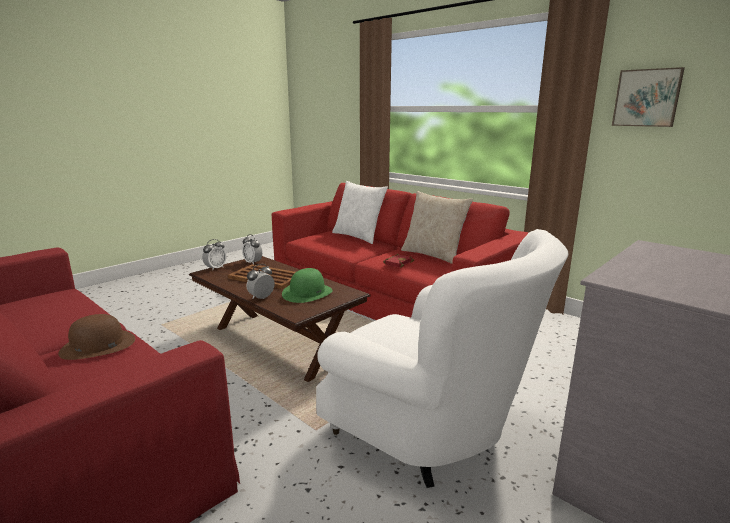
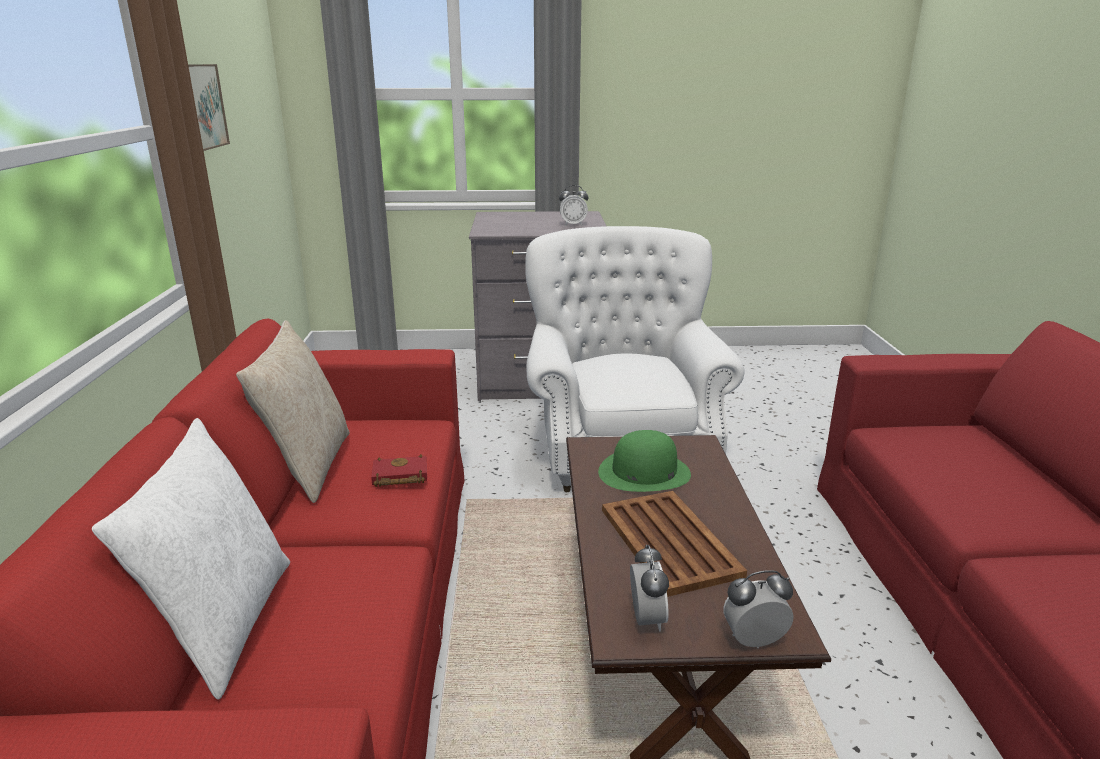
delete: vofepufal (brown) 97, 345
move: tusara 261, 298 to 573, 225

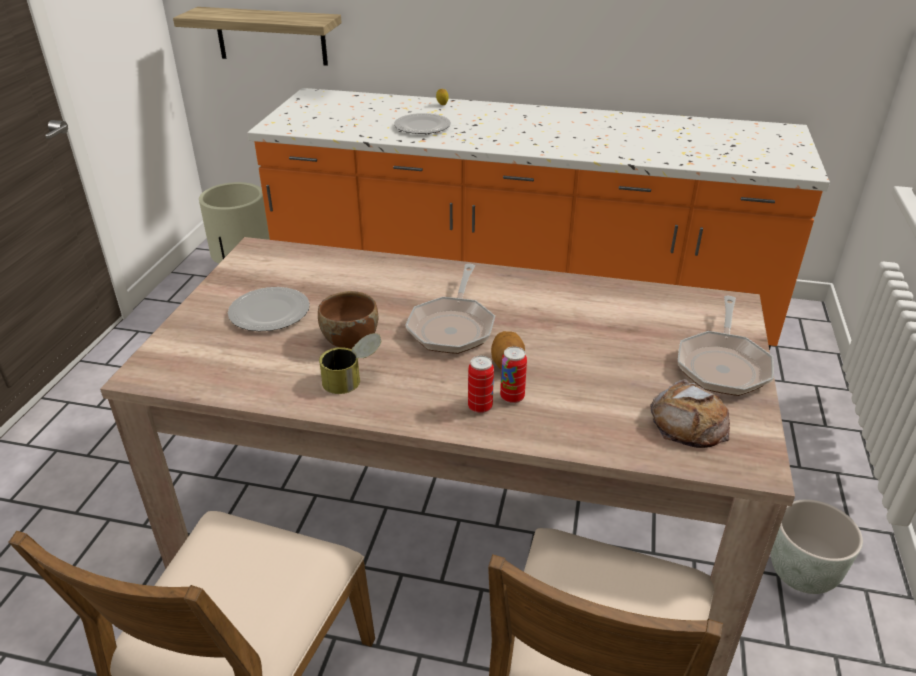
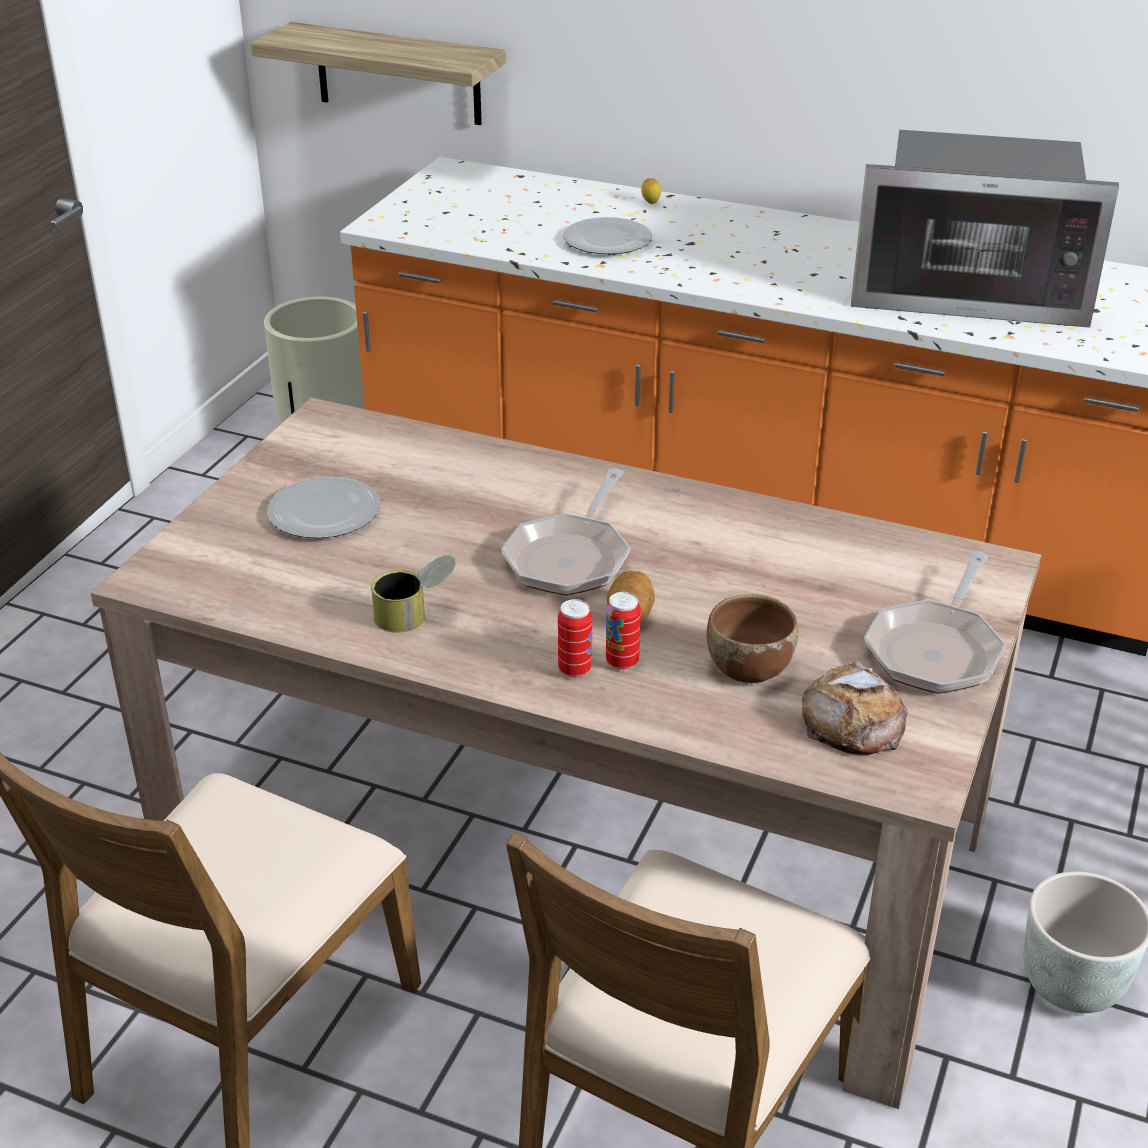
insert: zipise 969, 291
move: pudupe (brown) 350, 339 to 748, 667

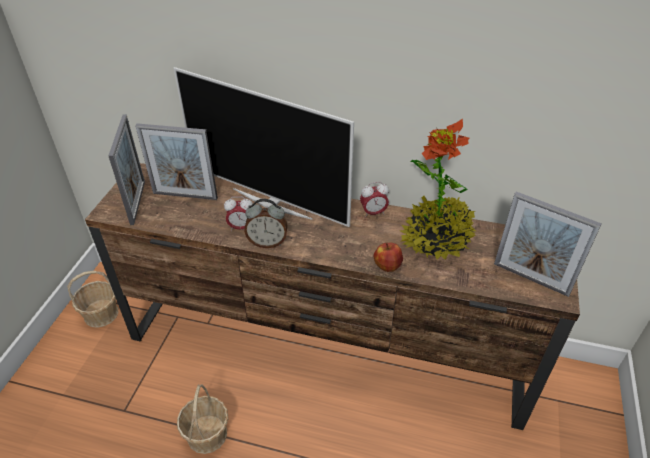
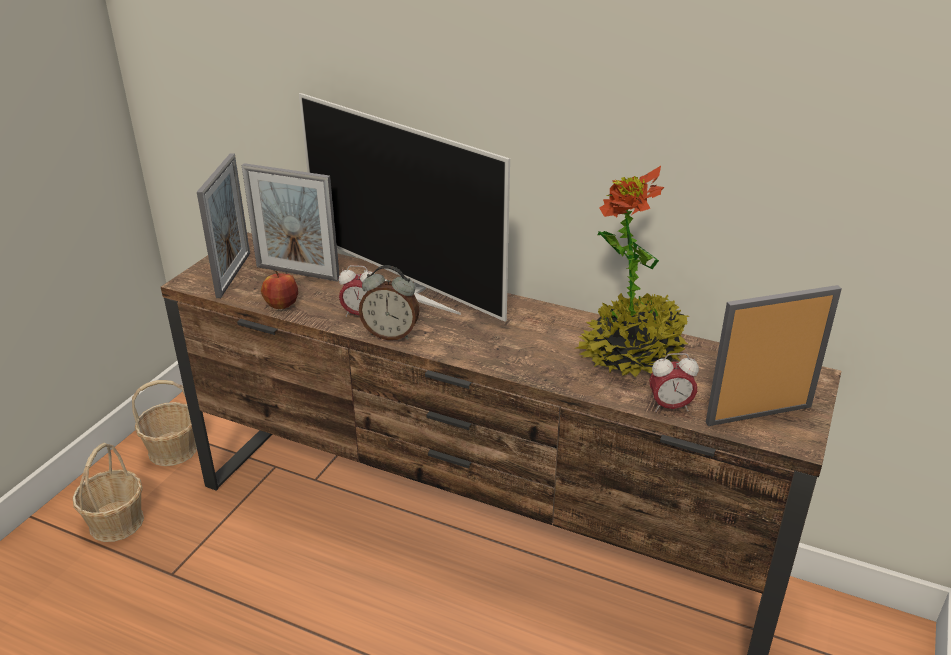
move: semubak 207, 434 to 117, 522; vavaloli 387, 266 to 281, 305; tusara 373, 213 to 669, 407
rotate: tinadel 530, 279 = 758, 414 120 degrees clockwise

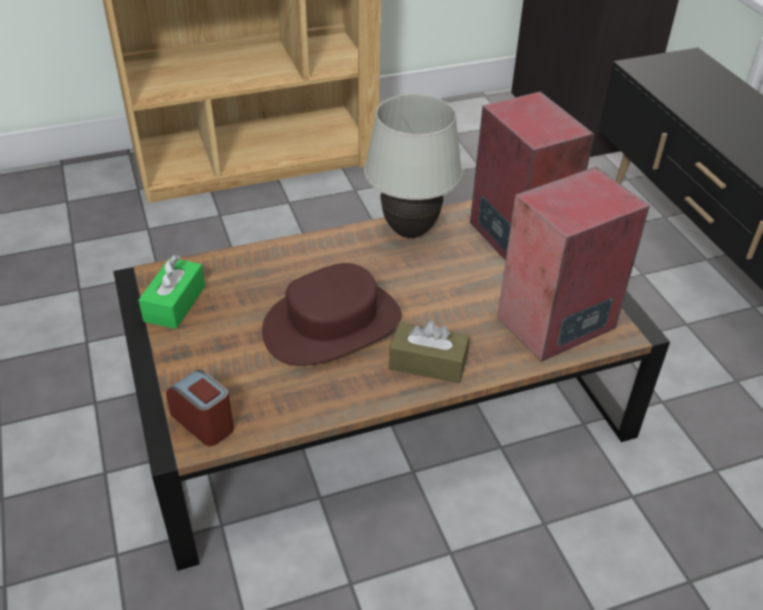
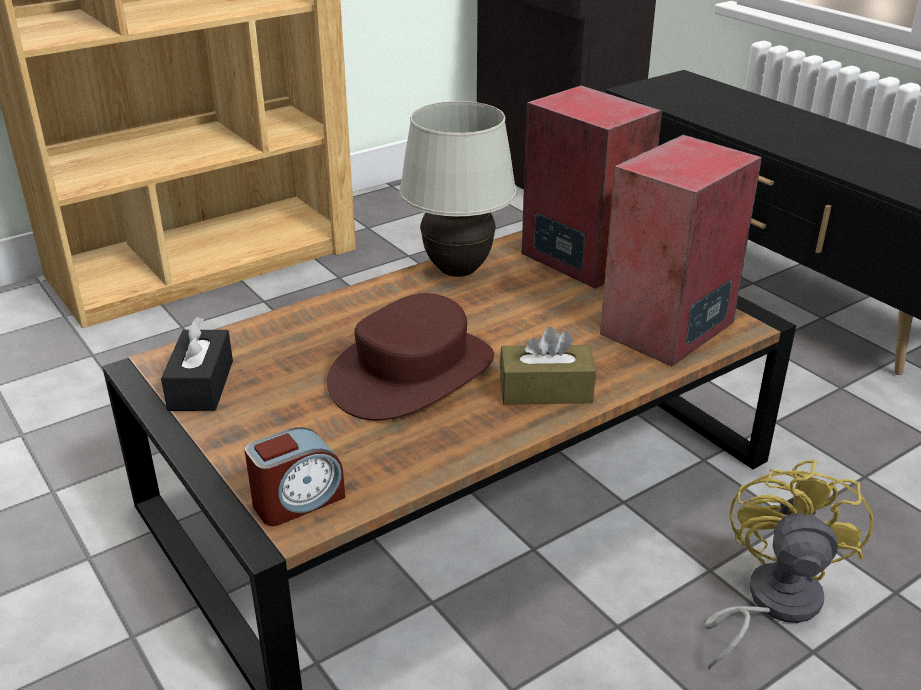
insert: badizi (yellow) 771, 603
recolor: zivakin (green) 175, 303 to zivakin (black) 201, 385
rotate: tusara 204, 422 = 297, 501 120 degrees clockwise

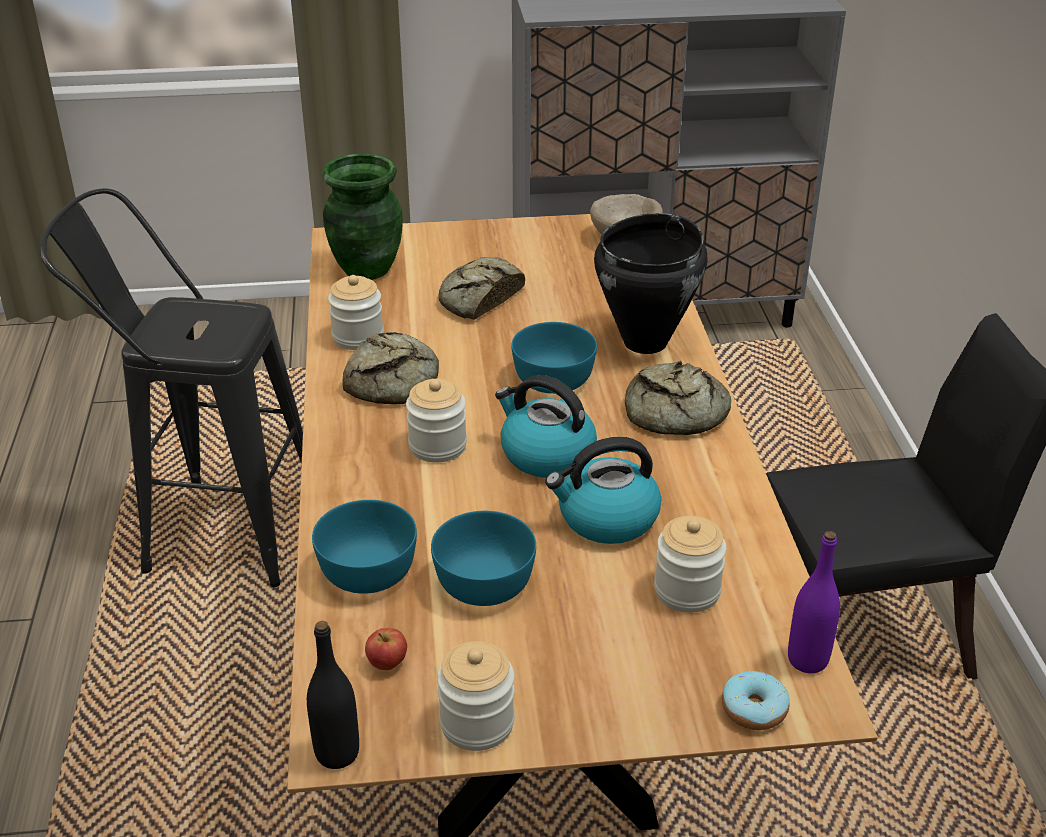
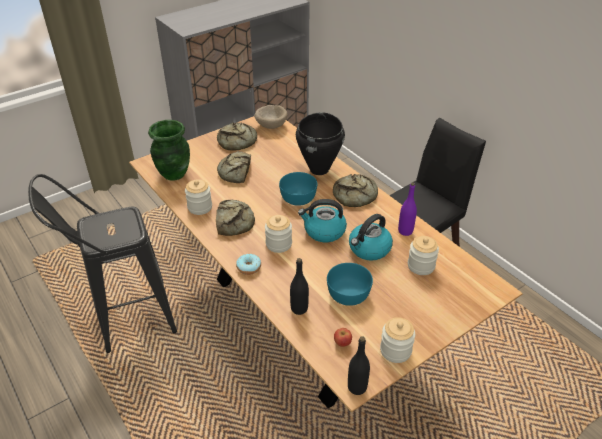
insert: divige 237, 142
move: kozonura 754, 709 to 249, 267; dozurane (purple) 807, 660 to 405, 231
replace: pudupe (turquoise) 366, 570 to dozurane (black) 299, 308

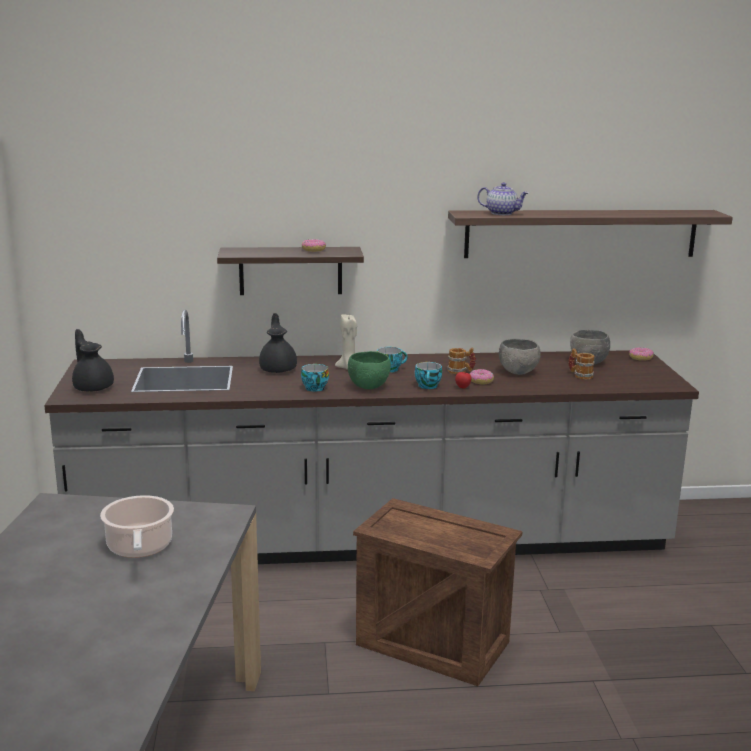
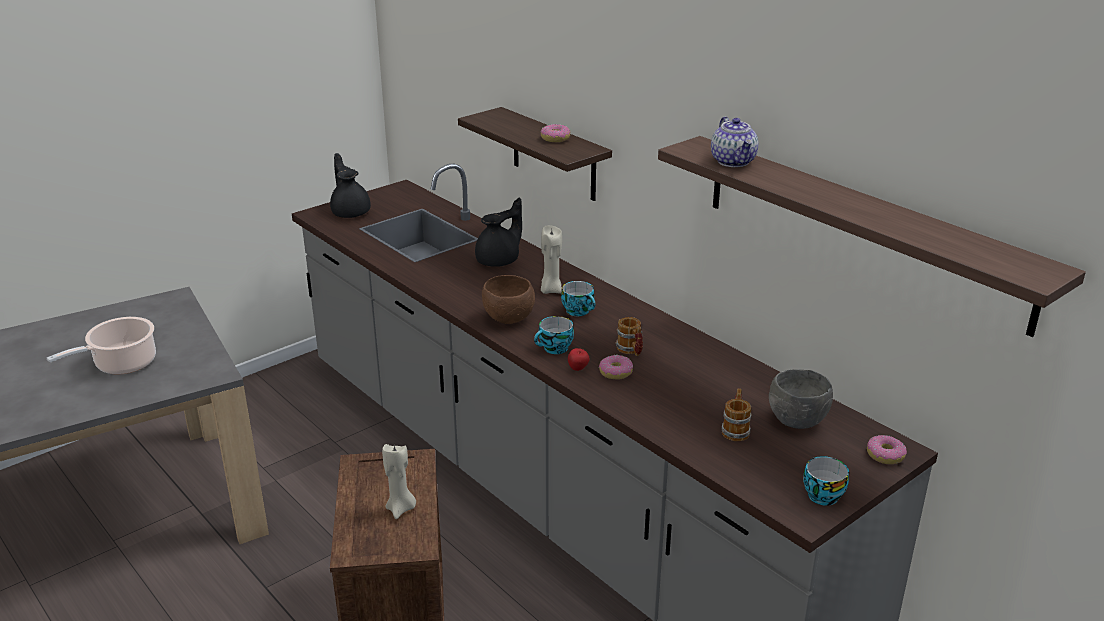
delete: pudupe (grey) 518, 372
insert: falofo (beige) 401, 509
move: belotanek 313, 388 to 821, 494
recolor: pudupe (green) 369, 387 to pudupe (brown) 509, 319
rotate: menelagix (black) 93, 387 = 351, 212 45 degrees counterclockwise

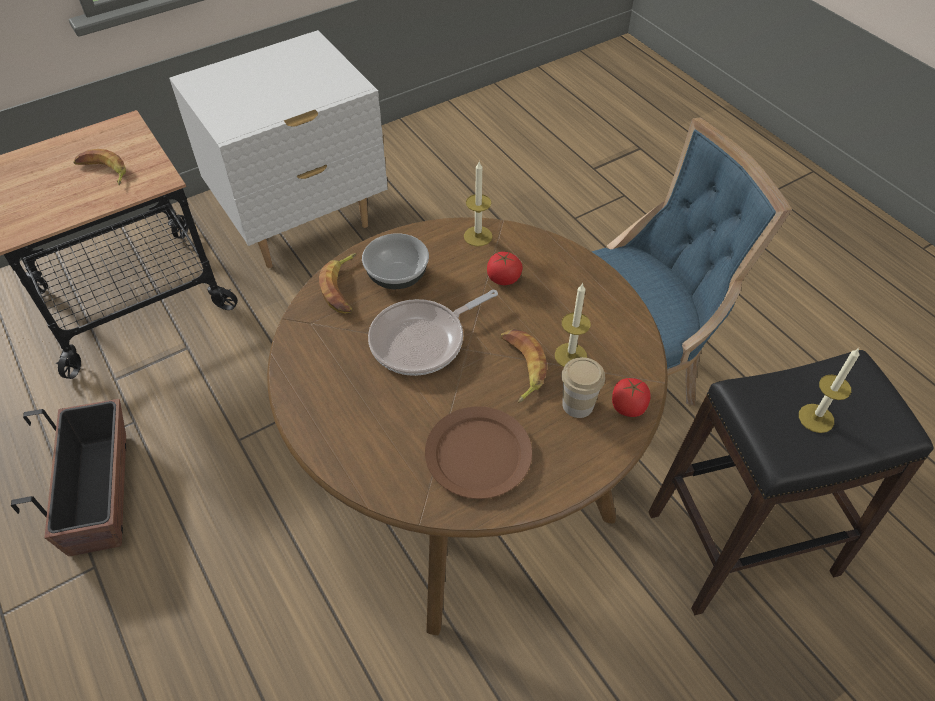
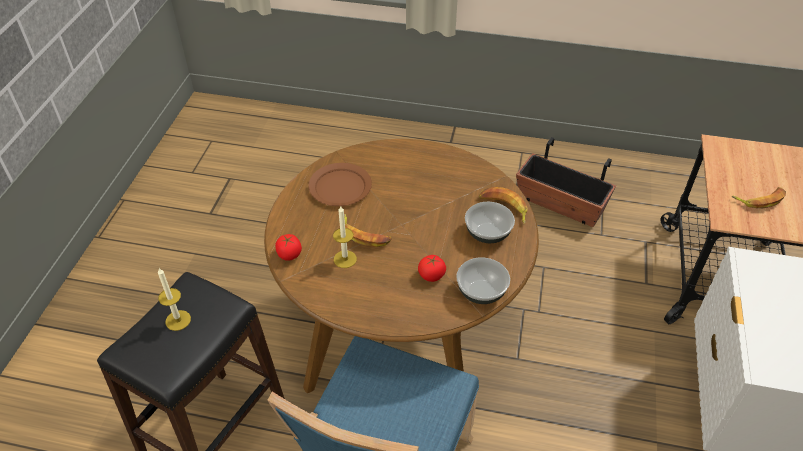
delete: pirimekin 423, 340; belotanek 577, 405
replace: falofo 478, 236 to pudupe 481, 291

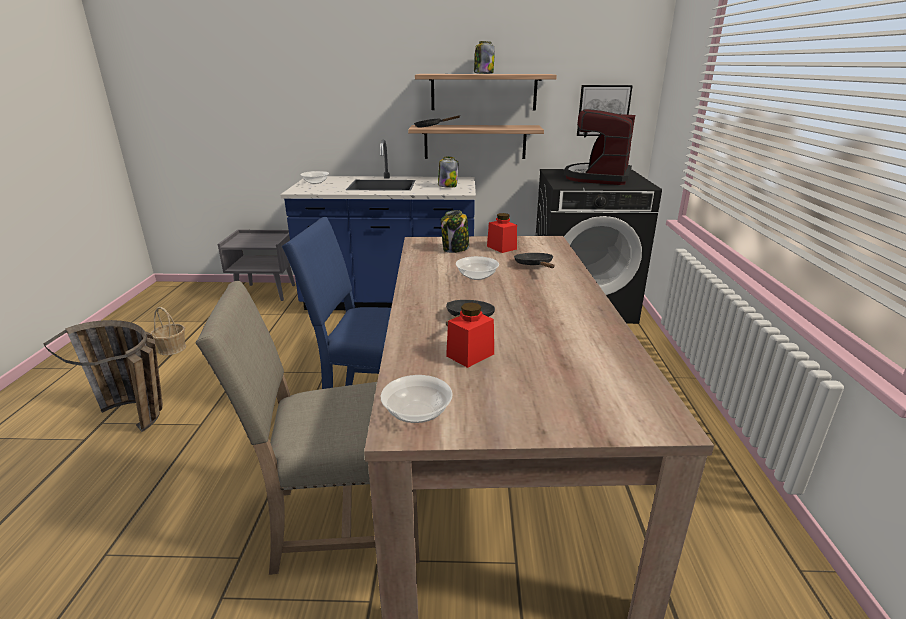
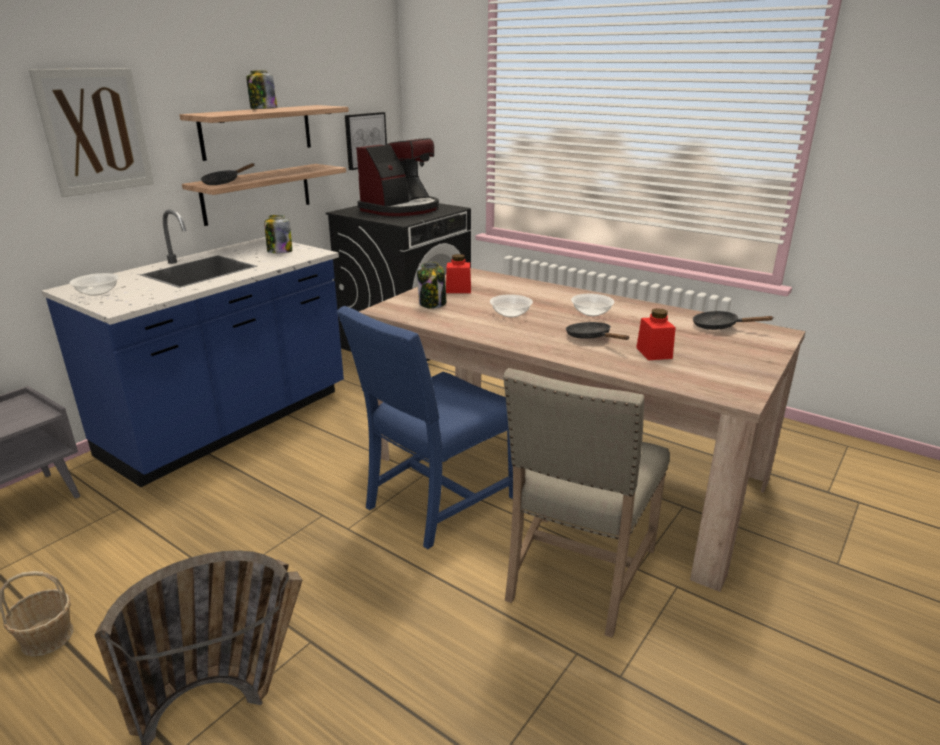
insert: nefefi 95, 131
move: pudupe 417, 412 to 591, 313; pirimekin (black) 535, 265 to 719, 327
rotate: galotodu 598, 177 = 401, 209 105 degrees counterclockwise

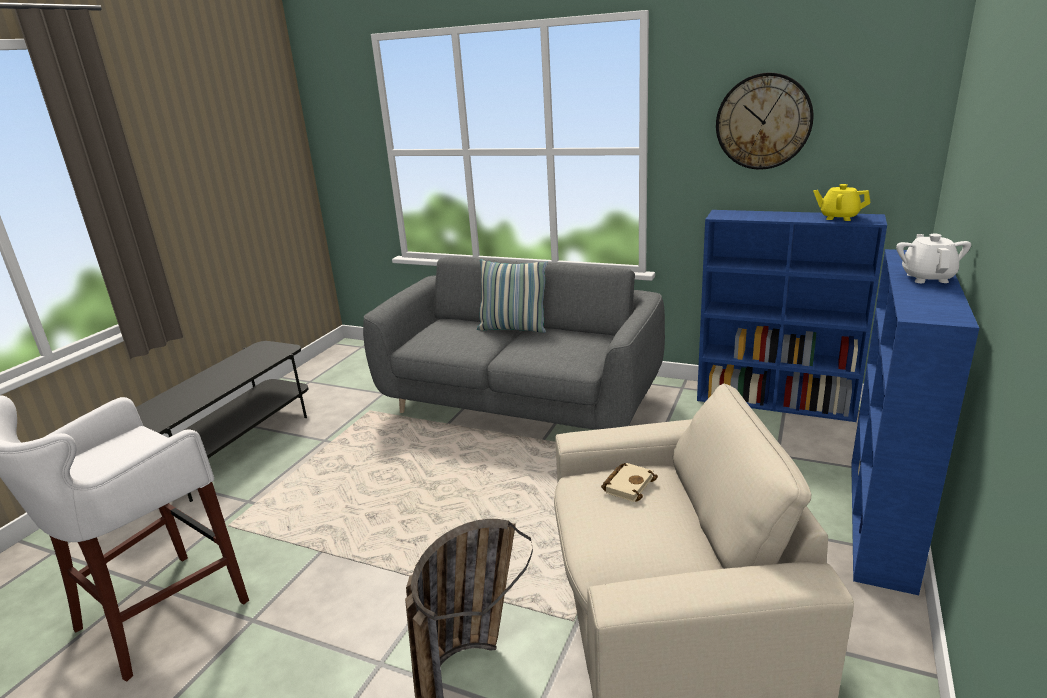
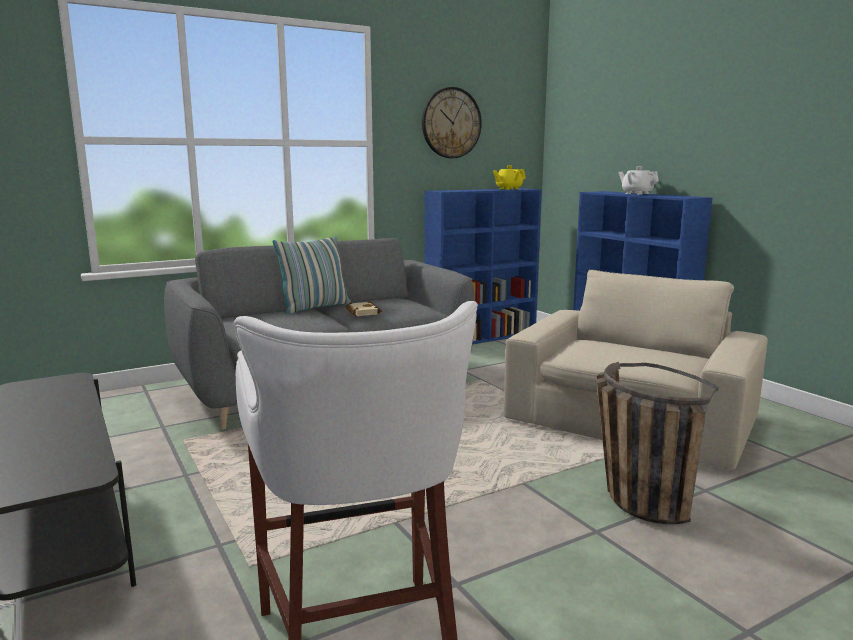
move: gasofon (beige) 628, 484 to 361, 312

